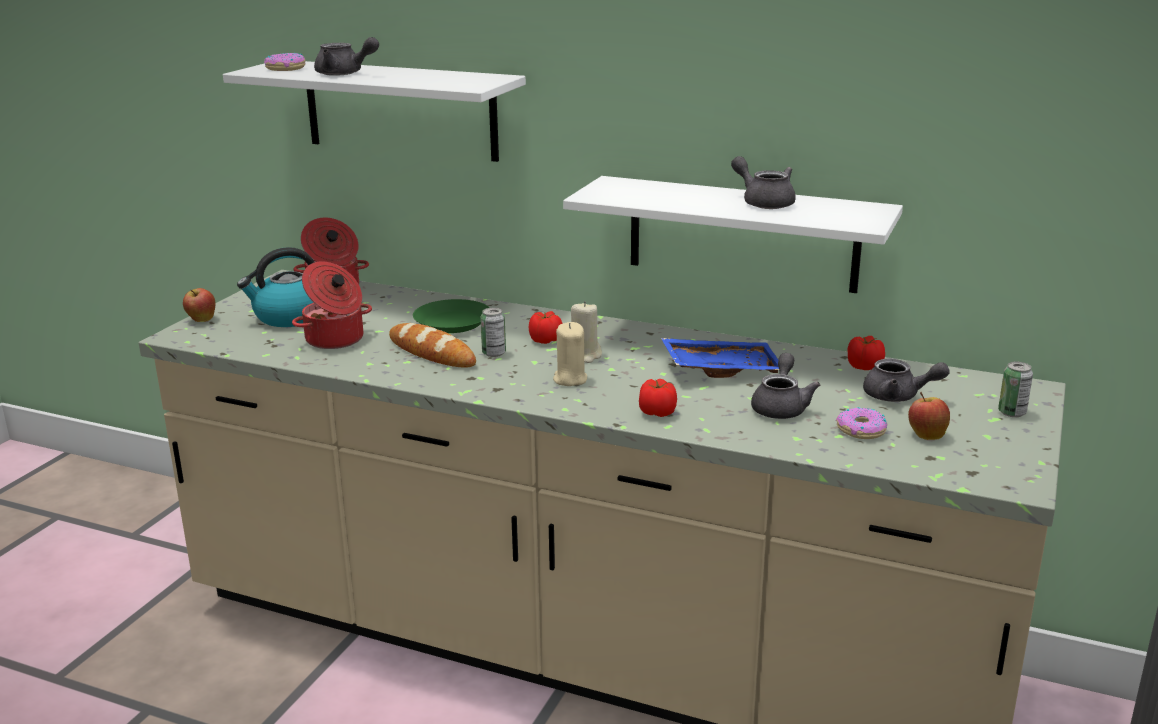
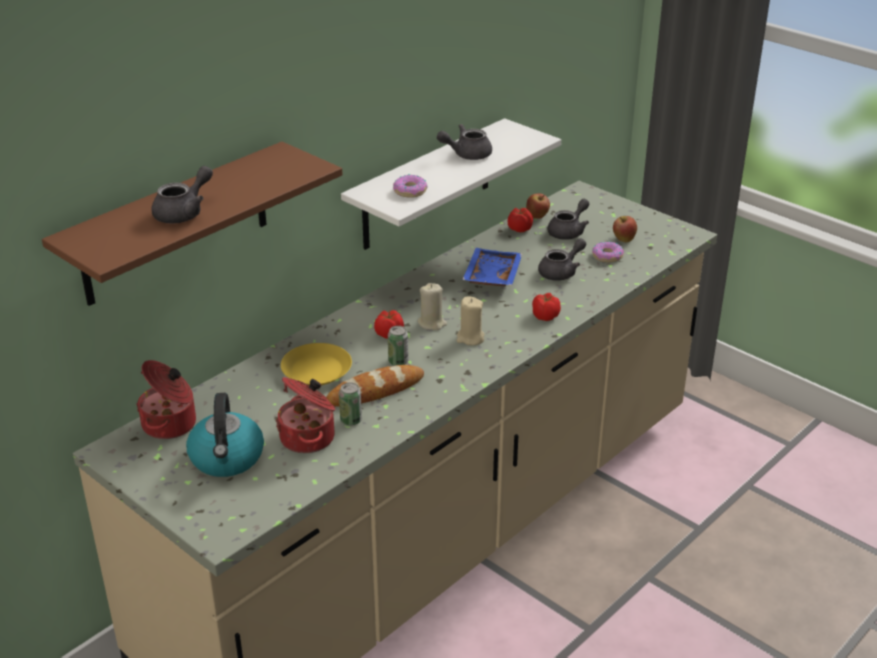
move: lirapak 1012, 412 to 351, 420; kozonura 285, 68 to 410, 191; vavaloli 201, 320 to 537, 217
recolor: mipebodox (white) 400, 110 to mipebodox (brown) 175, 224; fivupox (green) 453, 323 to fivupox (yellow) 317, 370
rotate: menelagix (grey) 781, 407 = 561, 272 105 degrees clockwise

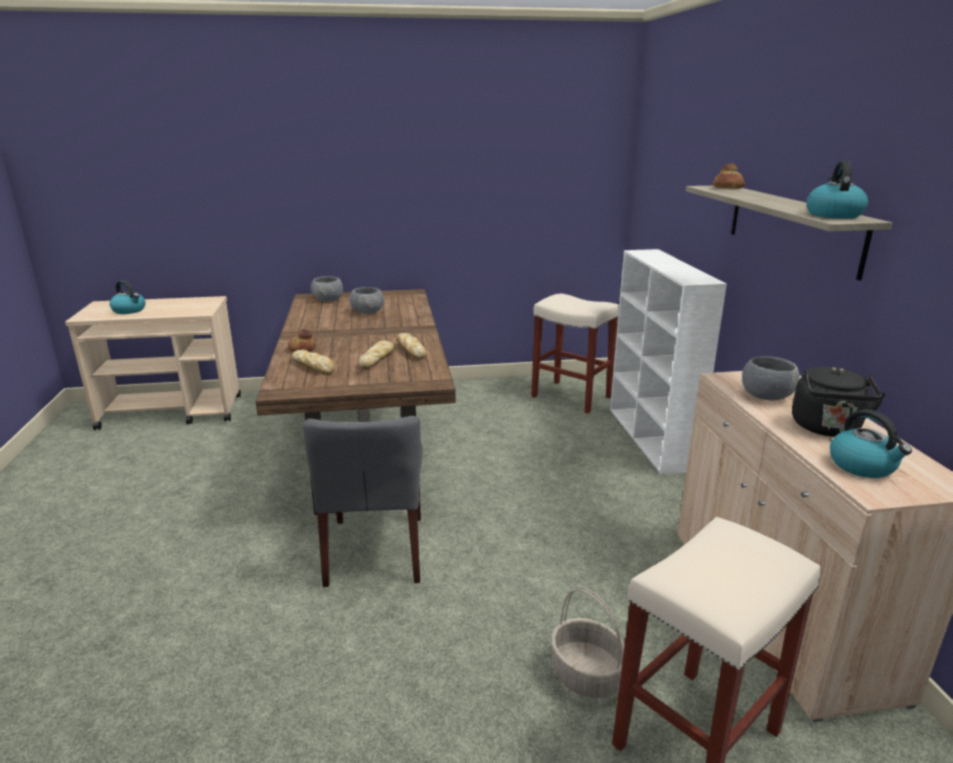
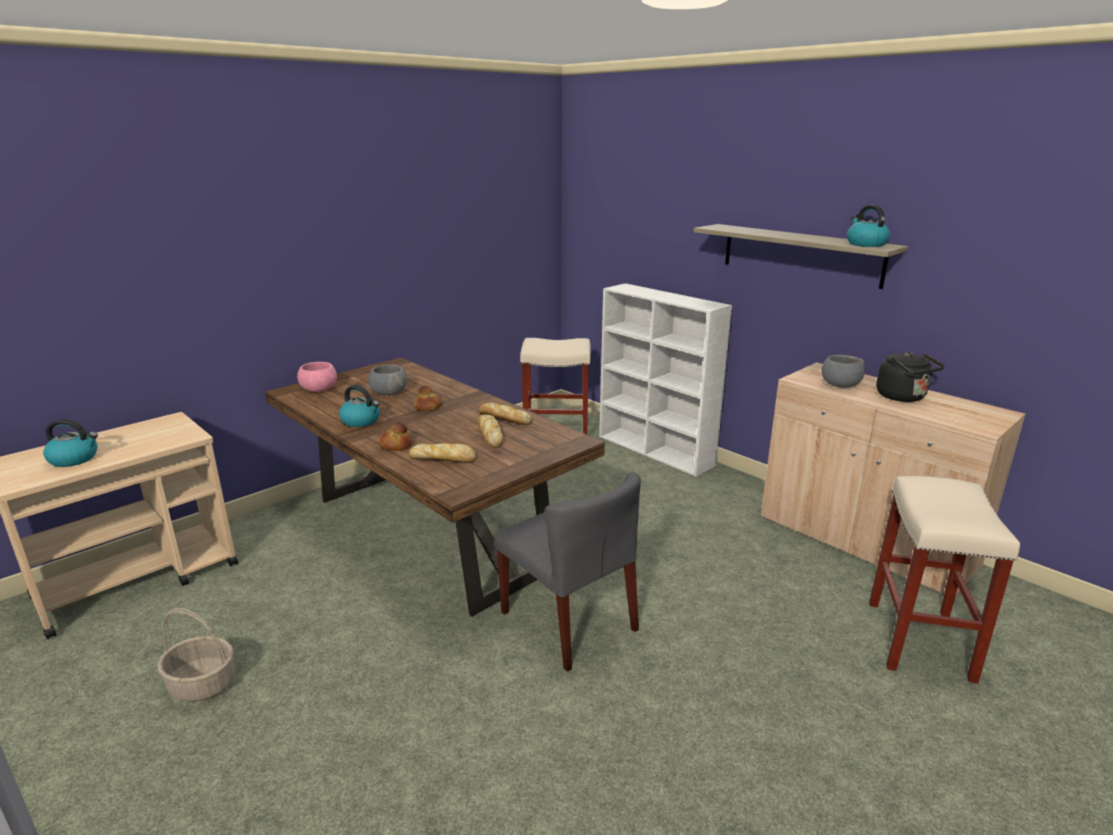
move: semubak 587, 675 to 203, 684; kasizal 863, 466 to 361, 421; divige 727, 188 to 427, 407
recolor: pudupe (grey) 328, 300 to pudupe (pink) 319, 389

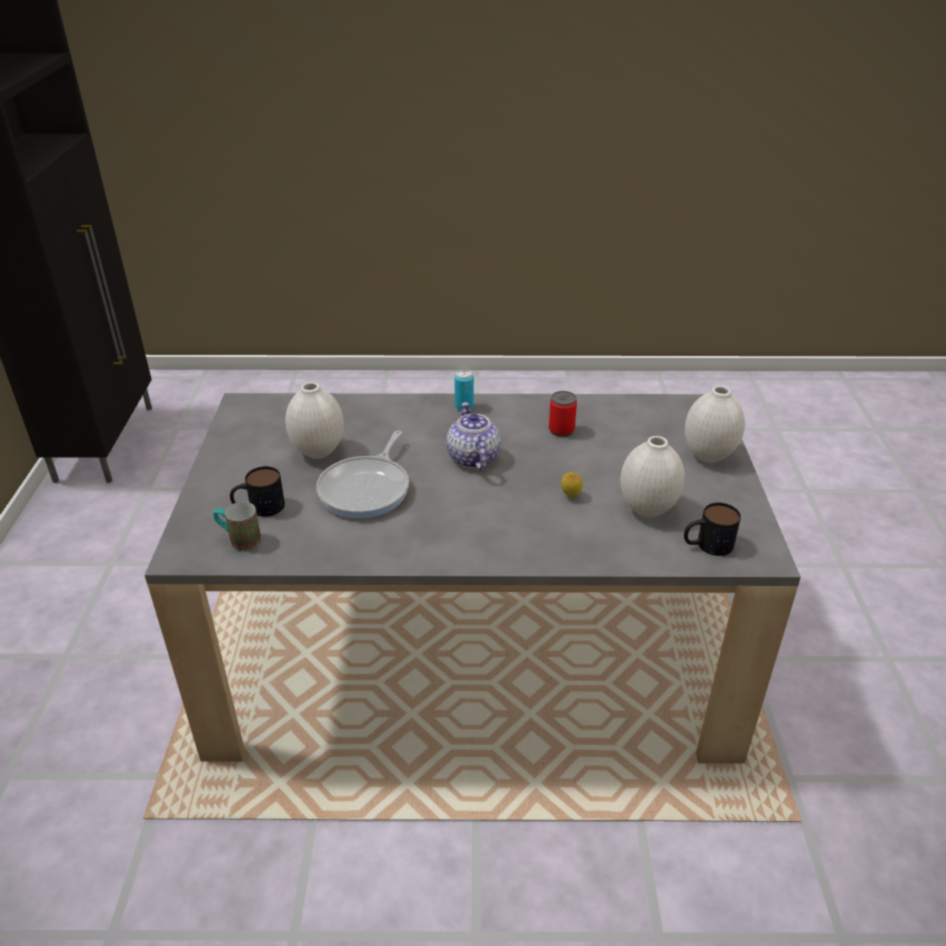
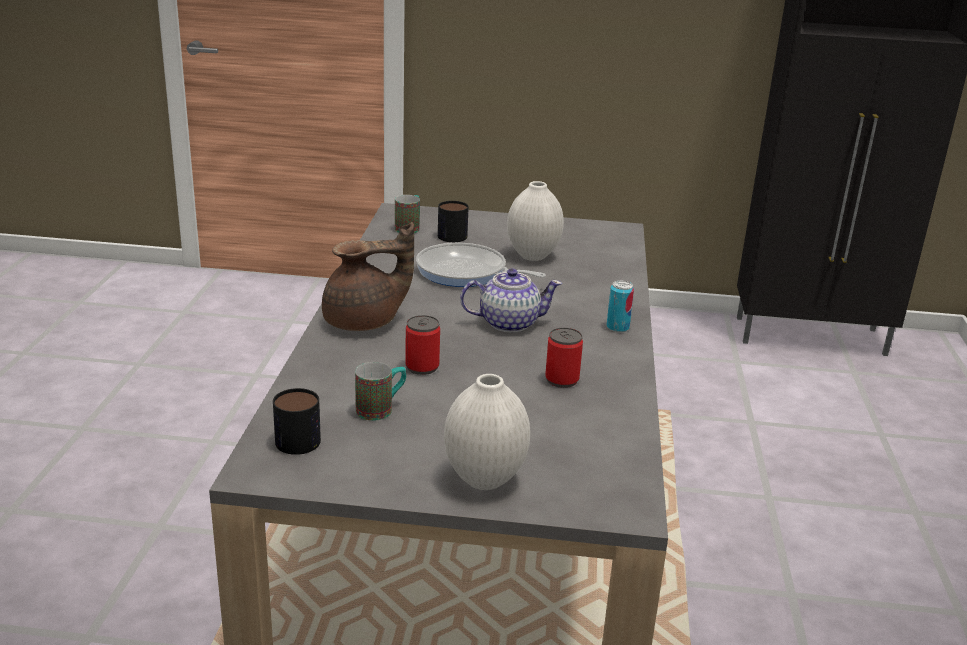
insert: menelagix (brown) 365, 322
replace: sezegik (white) 646, 509 to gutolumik 381, 409; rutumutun 570, 496 to lirapak 422, 367

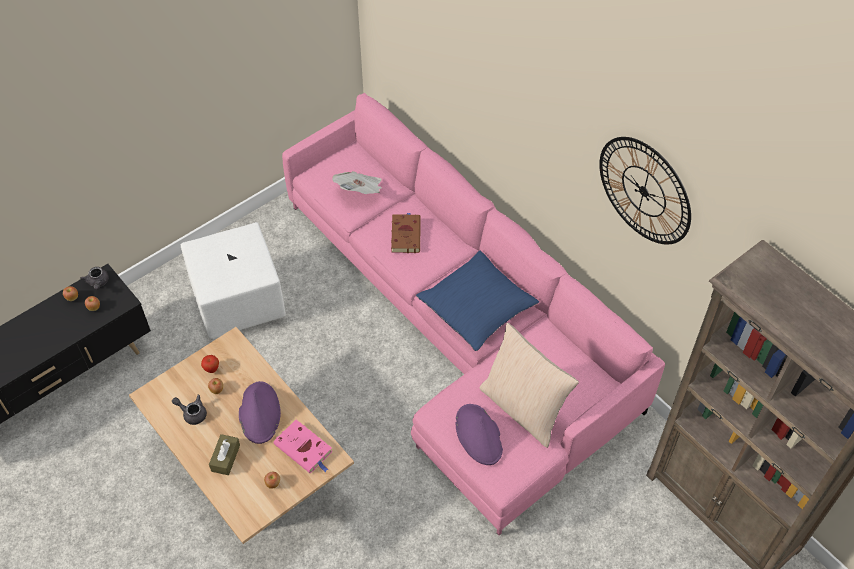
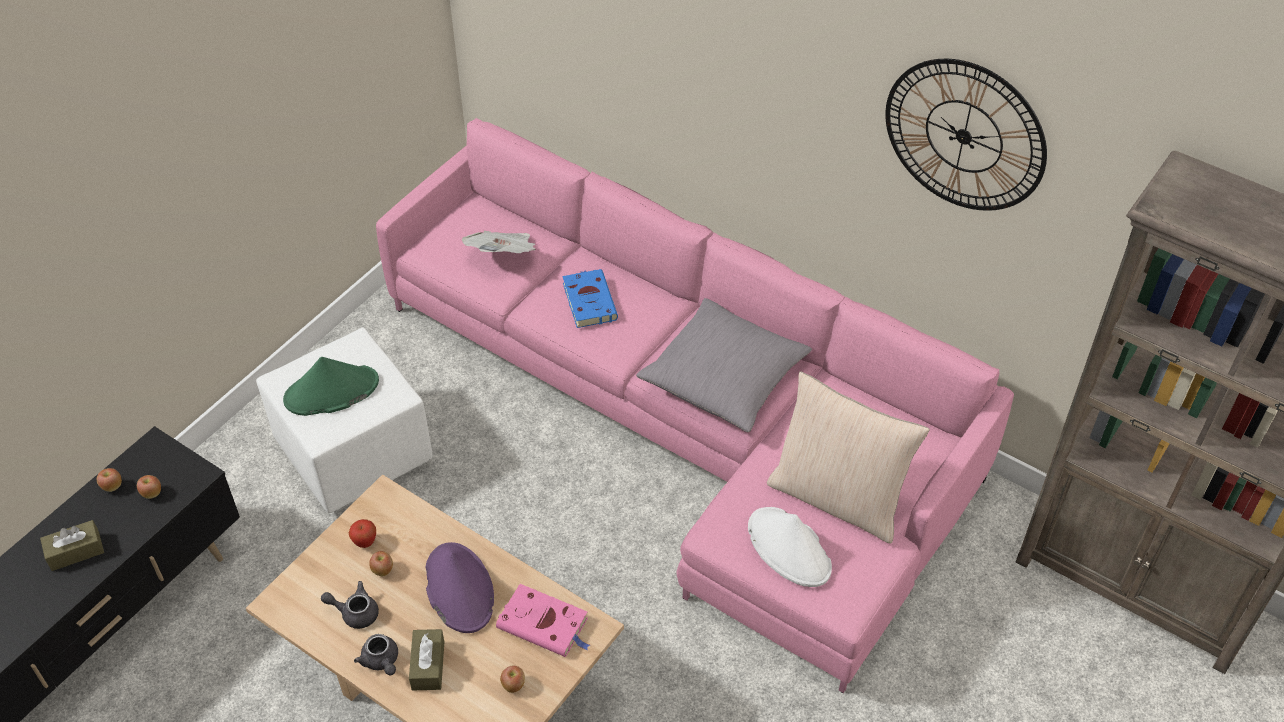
insert: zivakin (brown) 75, 551; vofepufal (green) 331, 391
move: menelagix (grey) 98, 283 to 381, 661
recolor: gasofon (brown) 405, 234 to gasofon (blue) 588, 300; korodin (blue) 477, 307 to korodin (grey) 724, 377; vofepufal (purple) 479, 435 to vofepufal (white) 789, 548

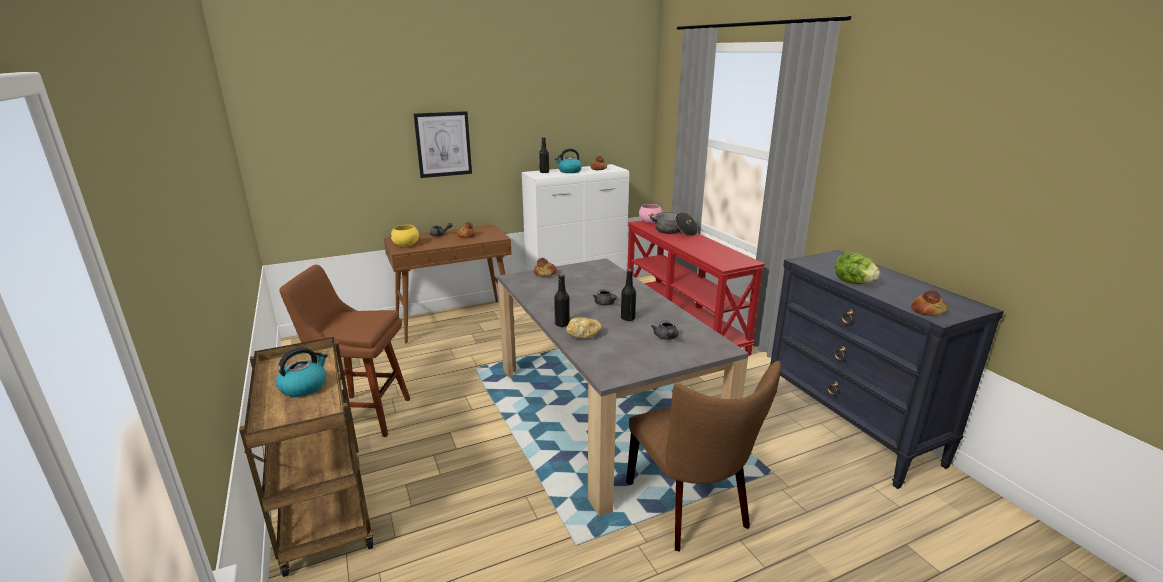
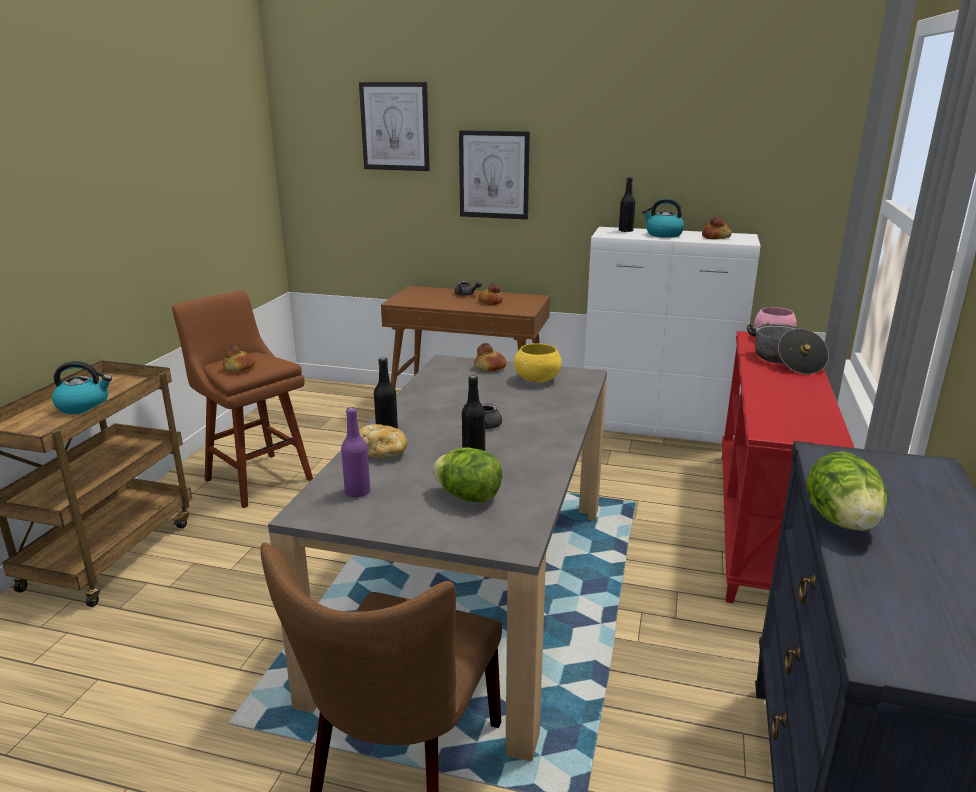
insert: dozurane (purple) 357, 492; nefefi 395, 126
move: divige 928, 311 to 239, 368; pudupe (yellow) 406, 245 to 537, 380
replace: menelagix (grey) 666, 338 to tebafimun 468, 497

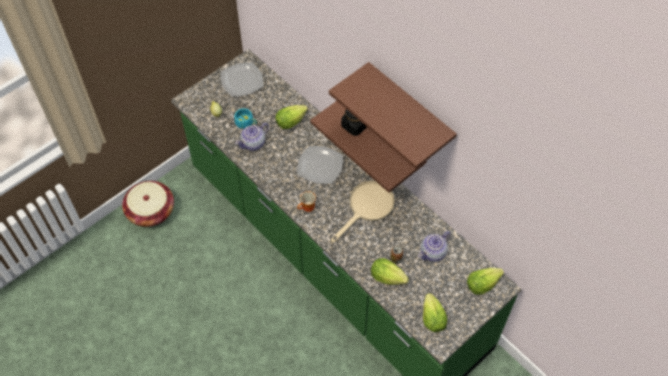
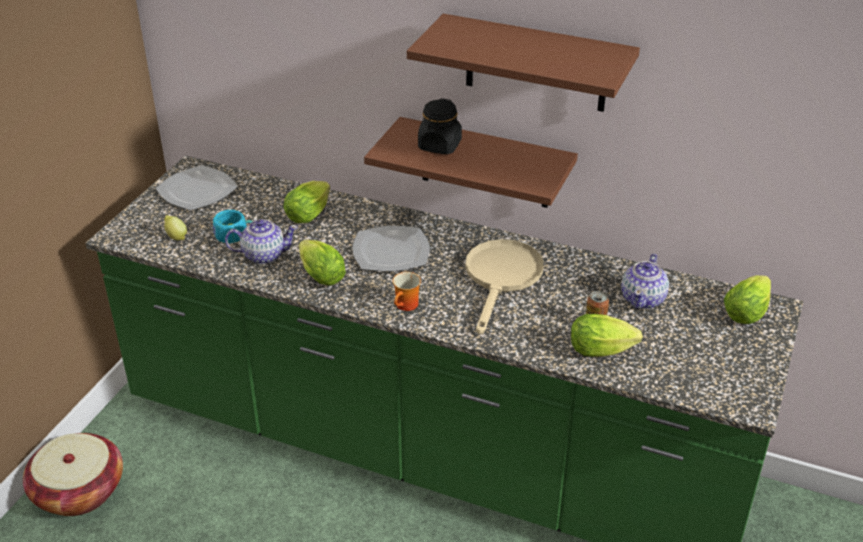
move: tebafimun 432, 316 to 319, 275
rotate: menelagix 253, 143 = 263, 255 120 degrees counterclockwise

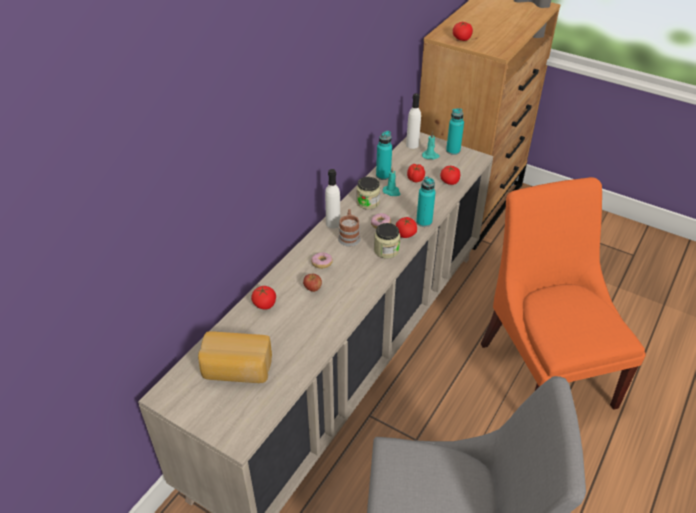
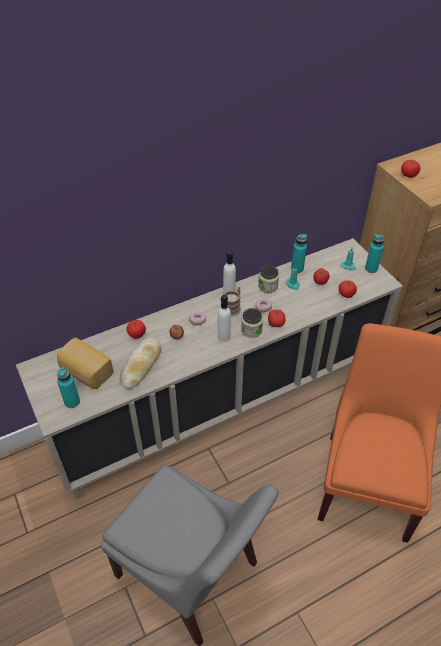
insert: divige 141, 366
move: dozurane (turquoise) 424, 222 to 72, 402; dozurane (white) 412, 145 to 224, 336

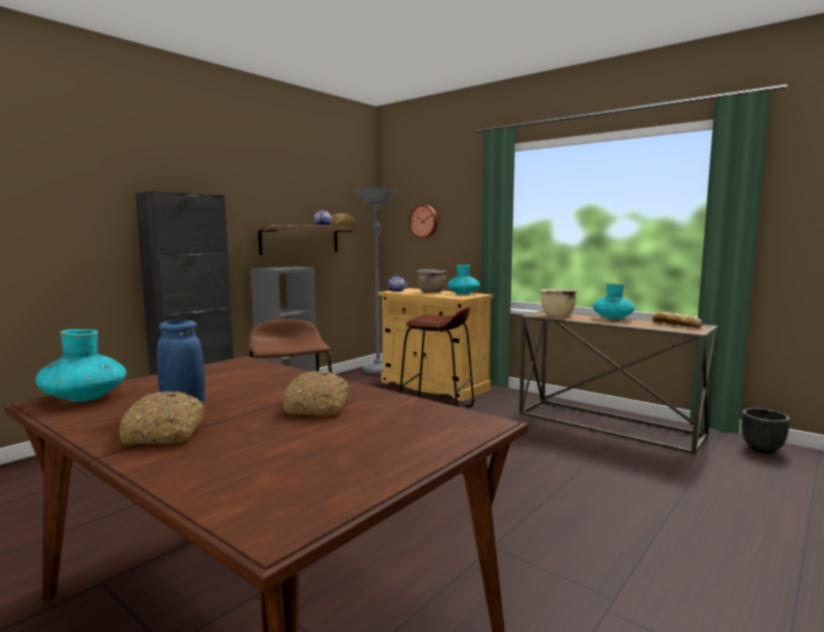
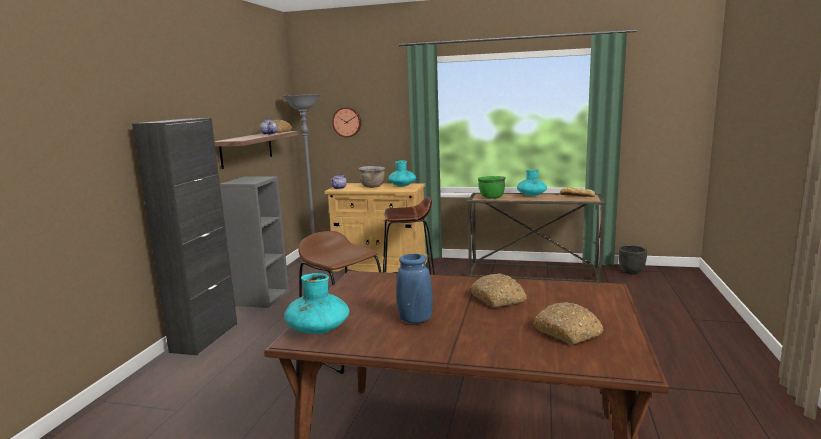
move: divige 166, 433 to 568, 332
recolor: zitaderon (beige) 557, 316 to zitaderon (green) 491, 197

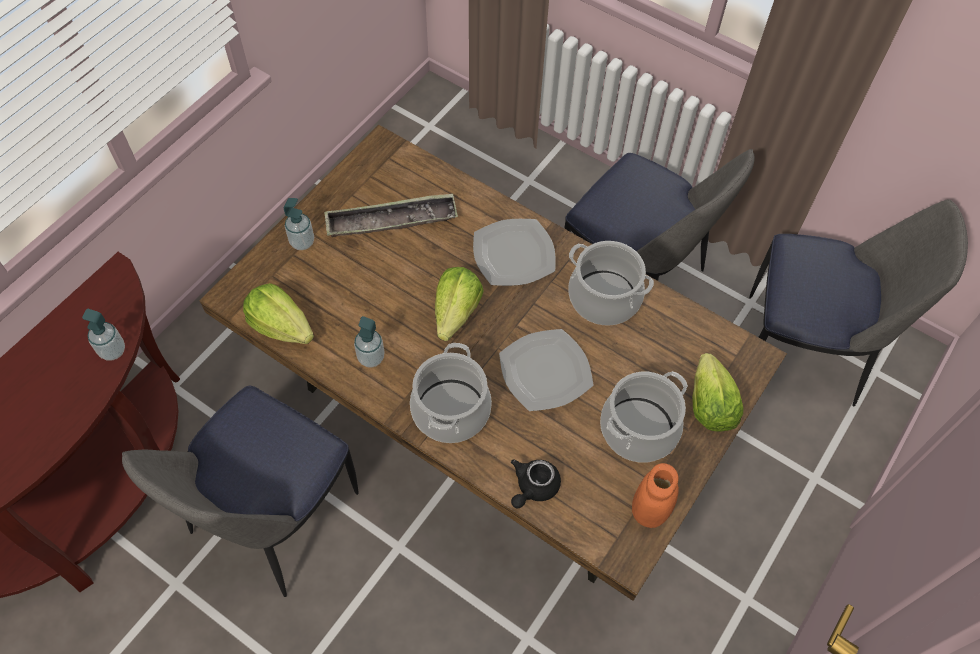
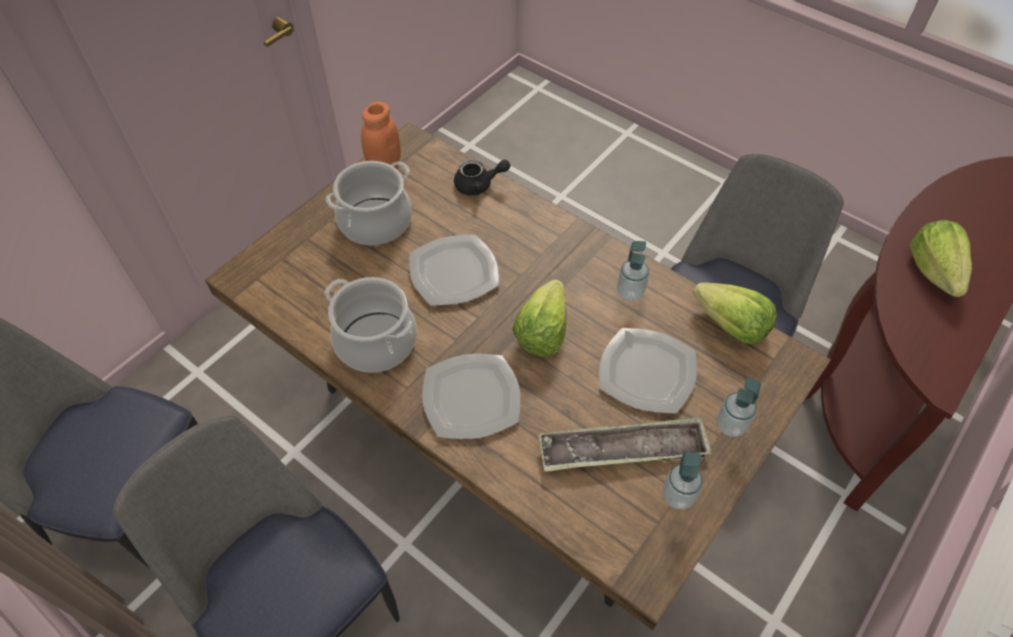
delete: zitaderon 450, 410
insert: fivupox 646, 371
move: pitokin 112, 350 to 678, 496; tebafimun 709, 405 to 934, 271
rotate: menelagix (black) 533, 487 = 479, 185 45 degrees clockwise

